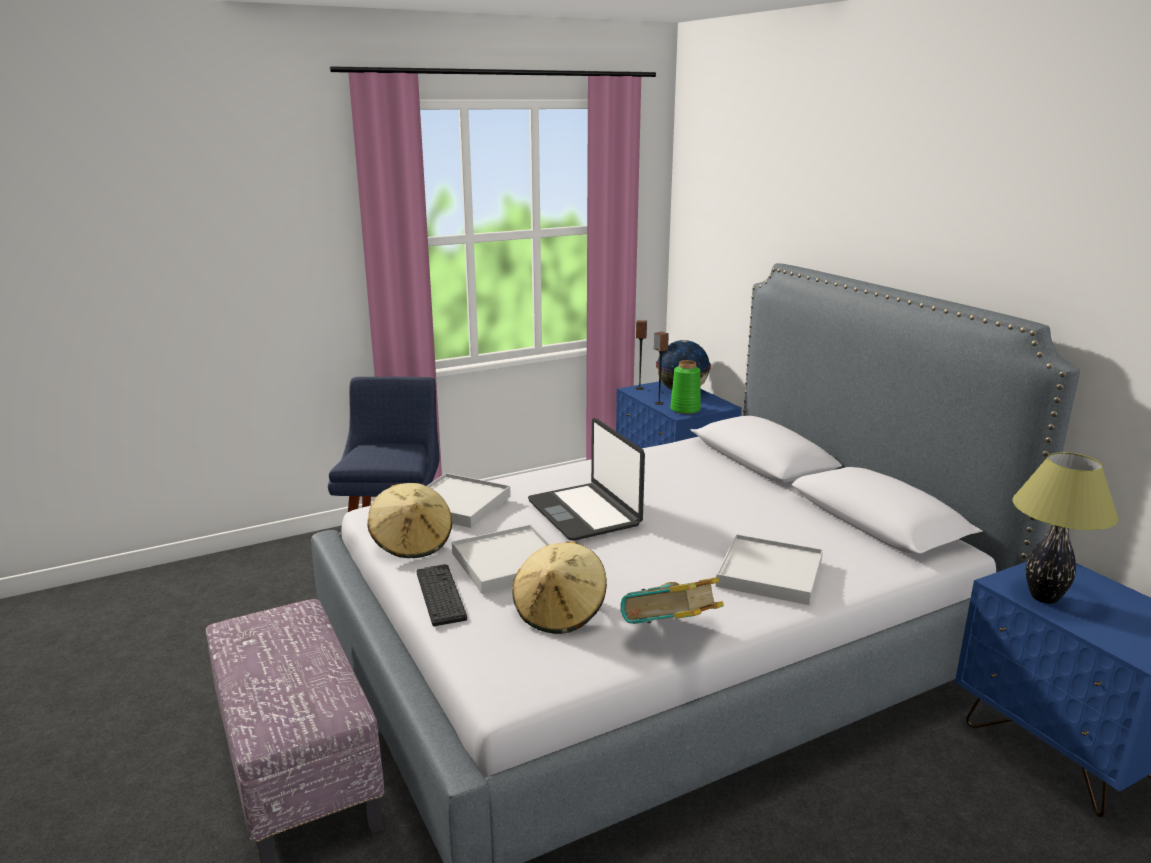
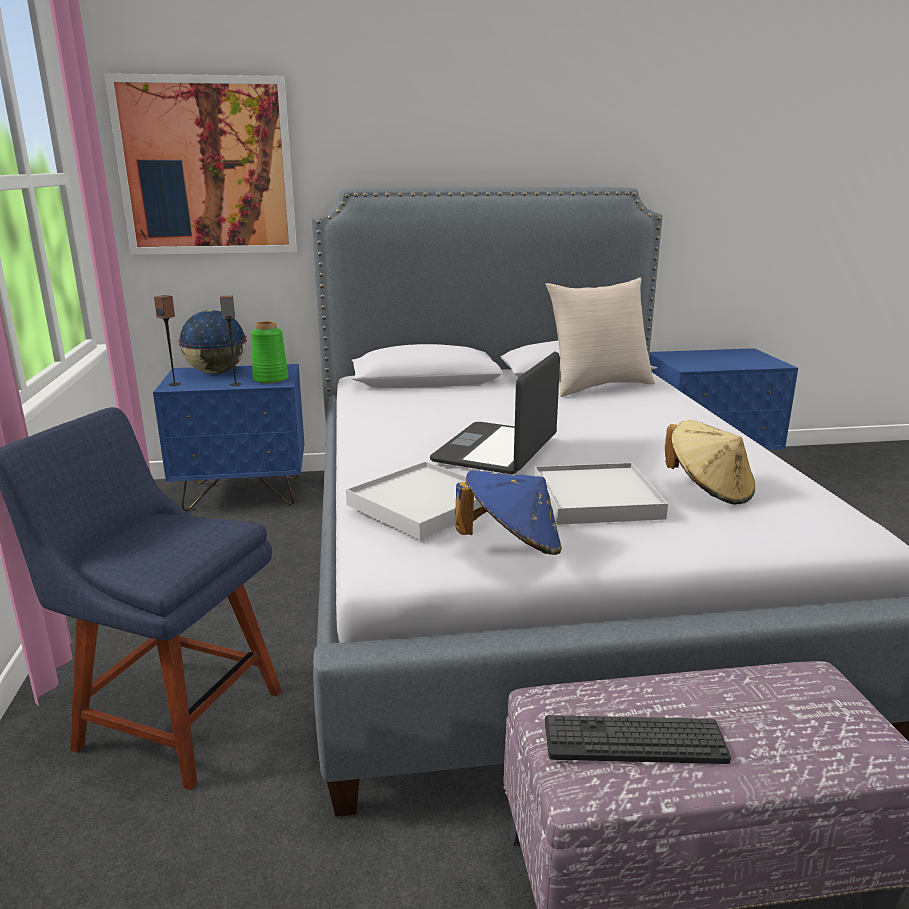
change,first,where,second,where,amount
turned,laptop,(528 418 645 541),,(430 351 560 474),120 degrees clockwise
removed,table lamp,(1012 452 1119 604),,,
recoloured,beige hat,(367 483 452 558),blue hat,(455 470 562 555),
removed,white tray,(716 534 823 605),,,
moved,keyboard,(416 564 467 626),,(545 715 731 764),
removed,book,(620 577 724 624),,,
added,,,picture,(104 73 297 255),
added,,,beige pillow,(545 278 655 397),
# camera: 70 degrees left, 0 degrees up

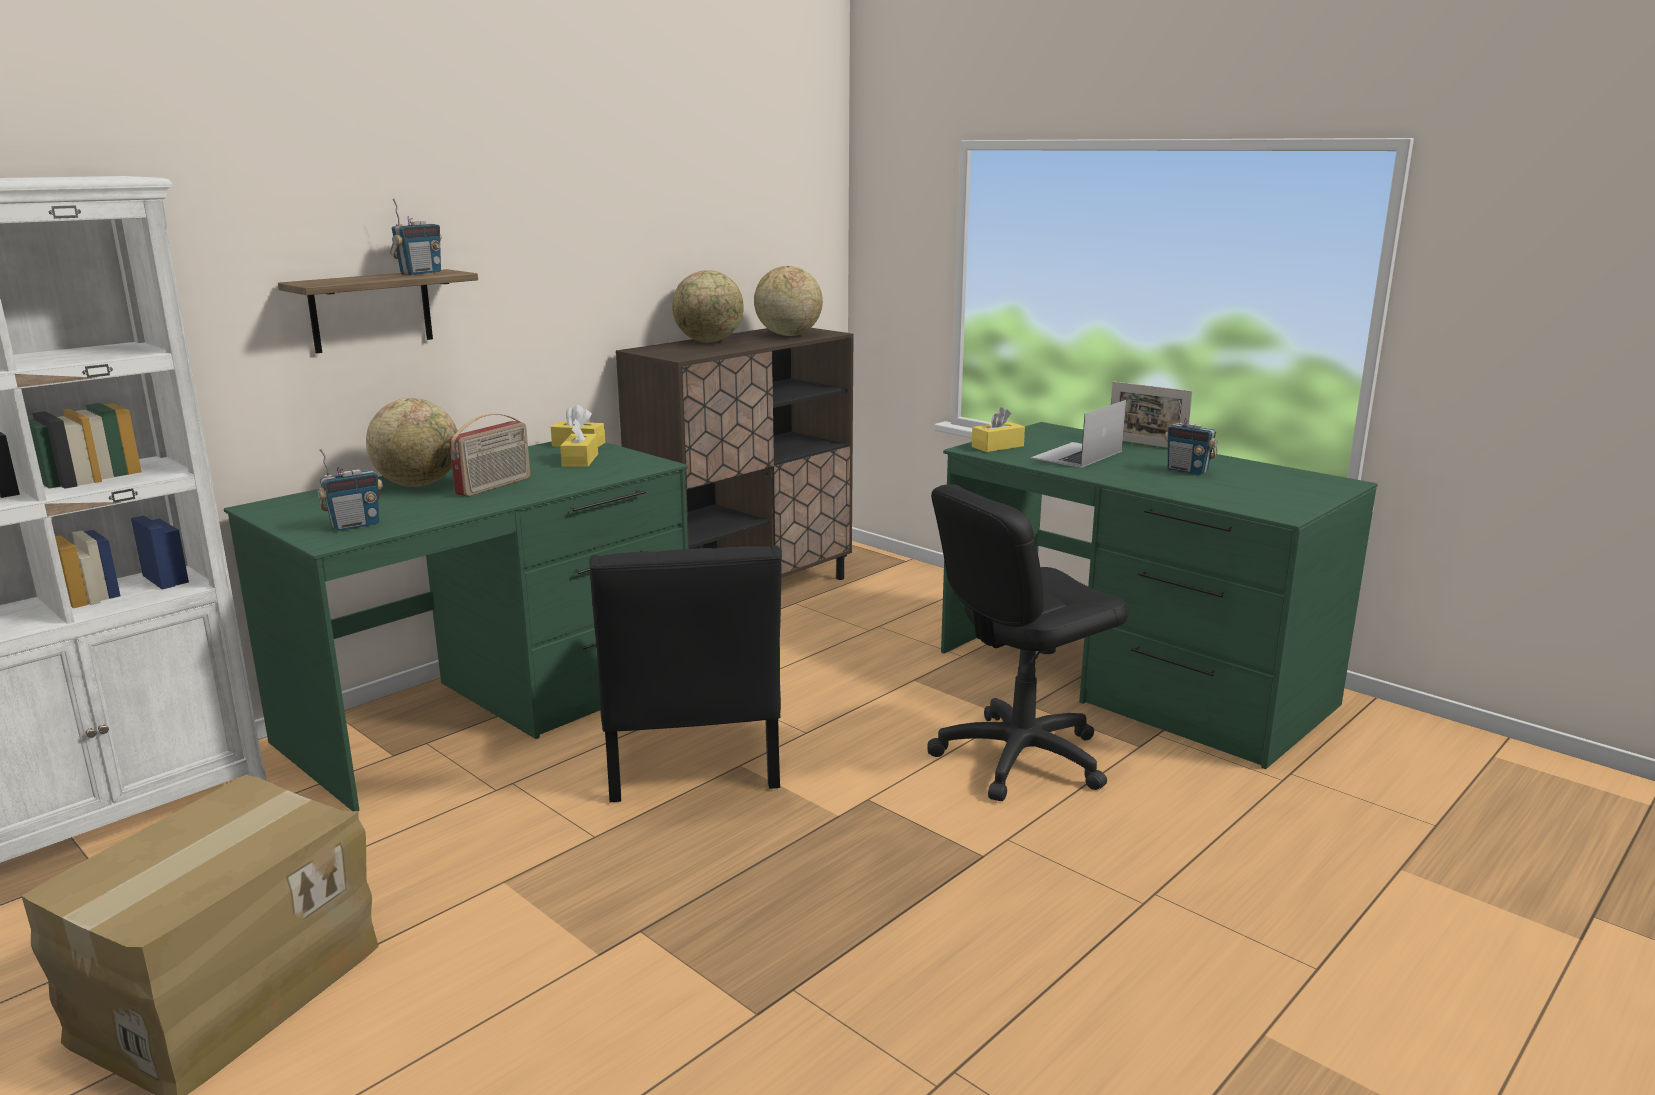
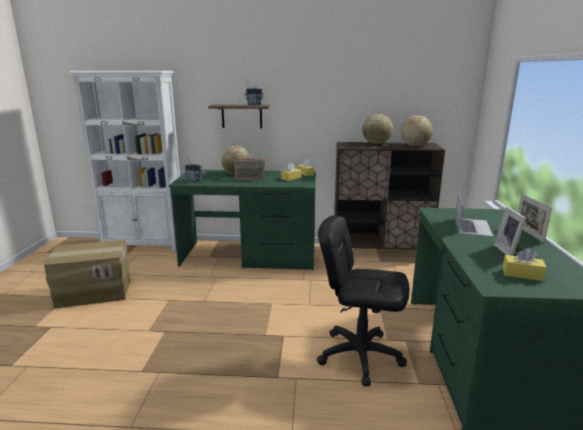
change,first,where,second,where,amount
turned,laptop,(1031 400 1126 468),,(455 192 493 237),105 degrees clockwise
replaced,radio,(1165 400 1218 475),picture frame,(494 207 526 256),
moved,yellow tissue box,(972 407 1025 452),,(503 248 547 281),
removed,black chair,(589 545 782 802),,,
# camera: 50 degrees right, 0 degrees up

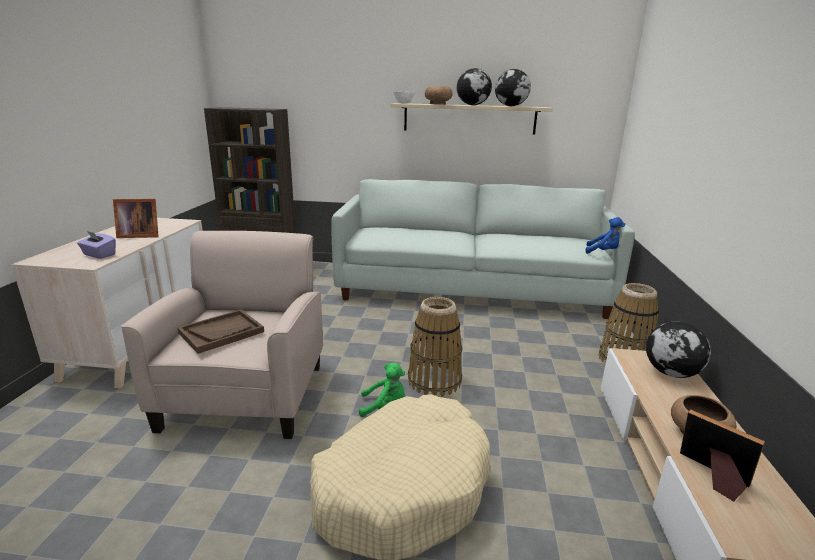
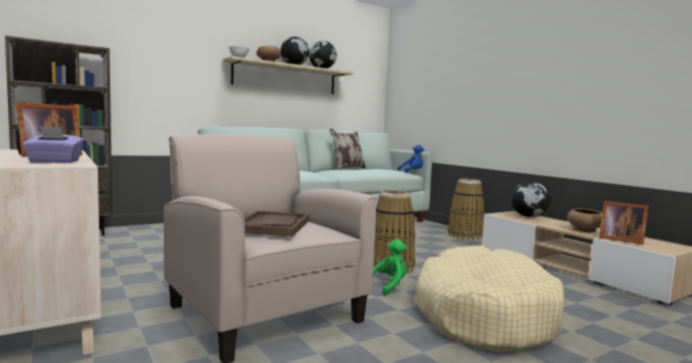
change,first,where,second,where,amount
turned,picture frame,(680 409 765 502),,(599 201 649 244),150 degrees counterclockwise
added,,,pillow,(330 129 366 170),
# camera: 40 degrees left, 15 degrees down

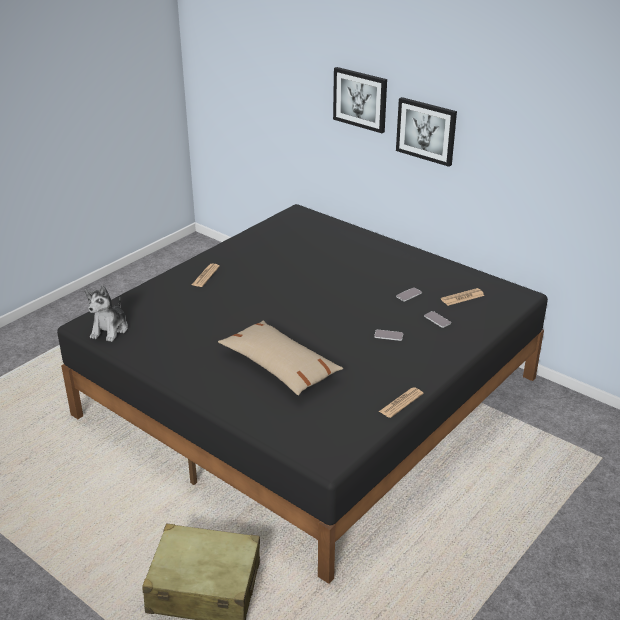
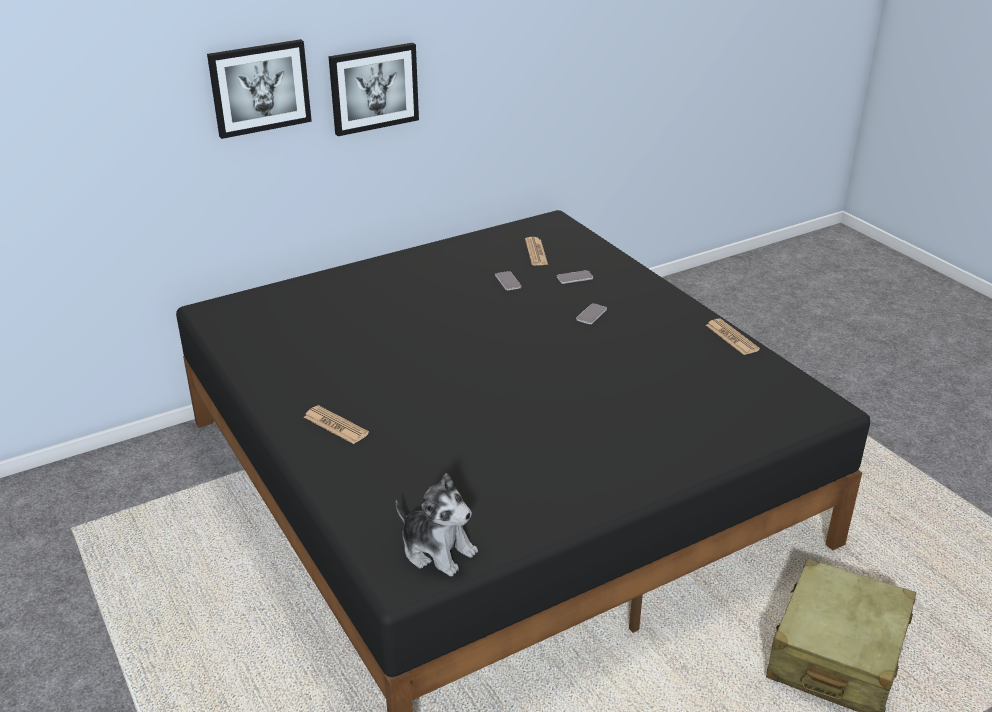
change,first,where,second,where,amount
removed,beige pillow,(218 320 343 396),,,
# camera: 70 degrees left, 0 degrees up

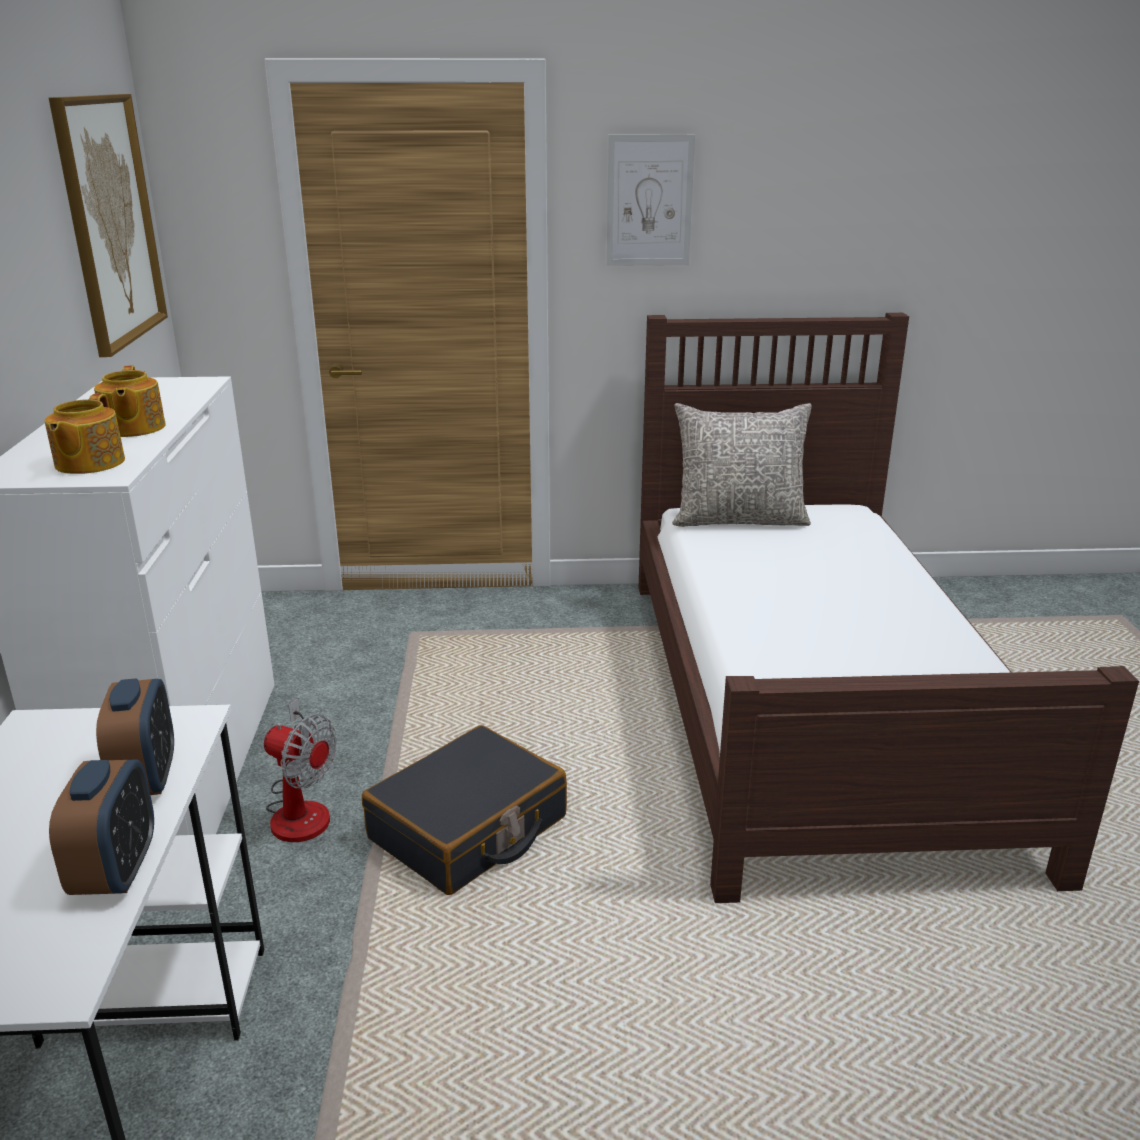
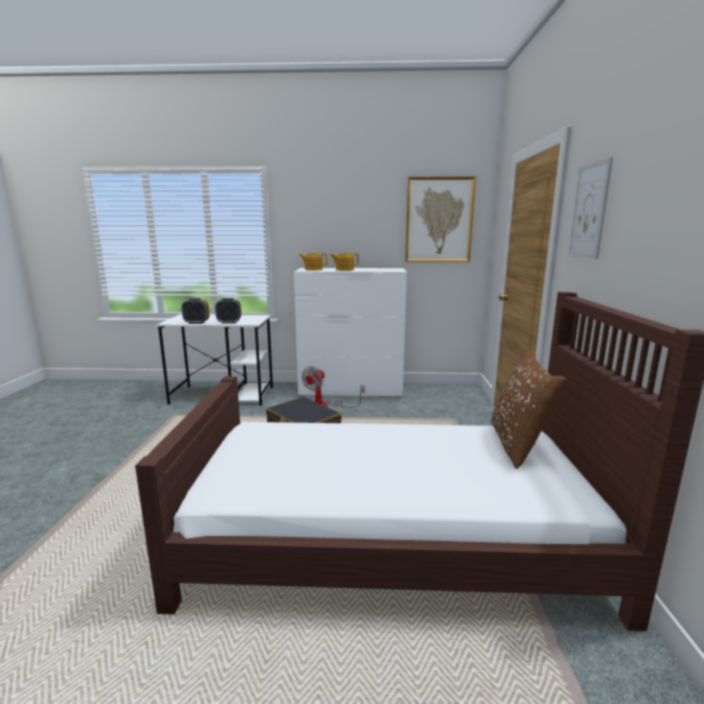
change,first,where,second,where,amount
recoloured,grey pillow,(672 403 812 527),brown pillow,(491 348 566 469),
# camera: 95 degrees right, 10 degrees down

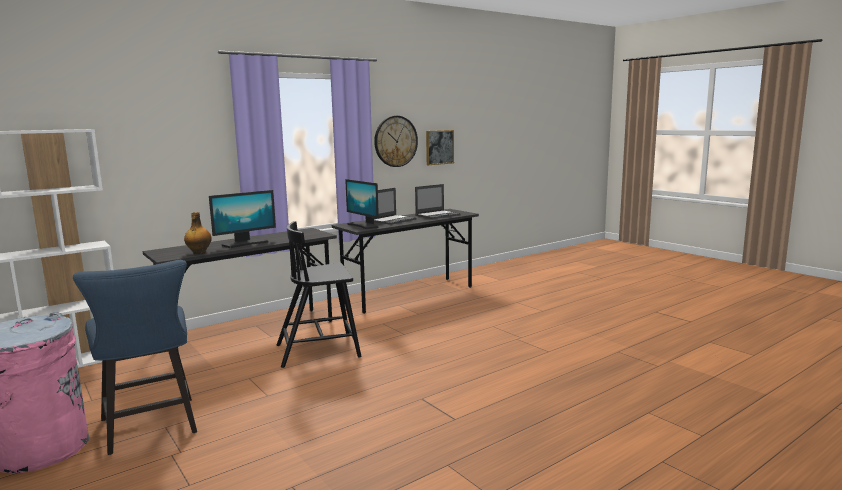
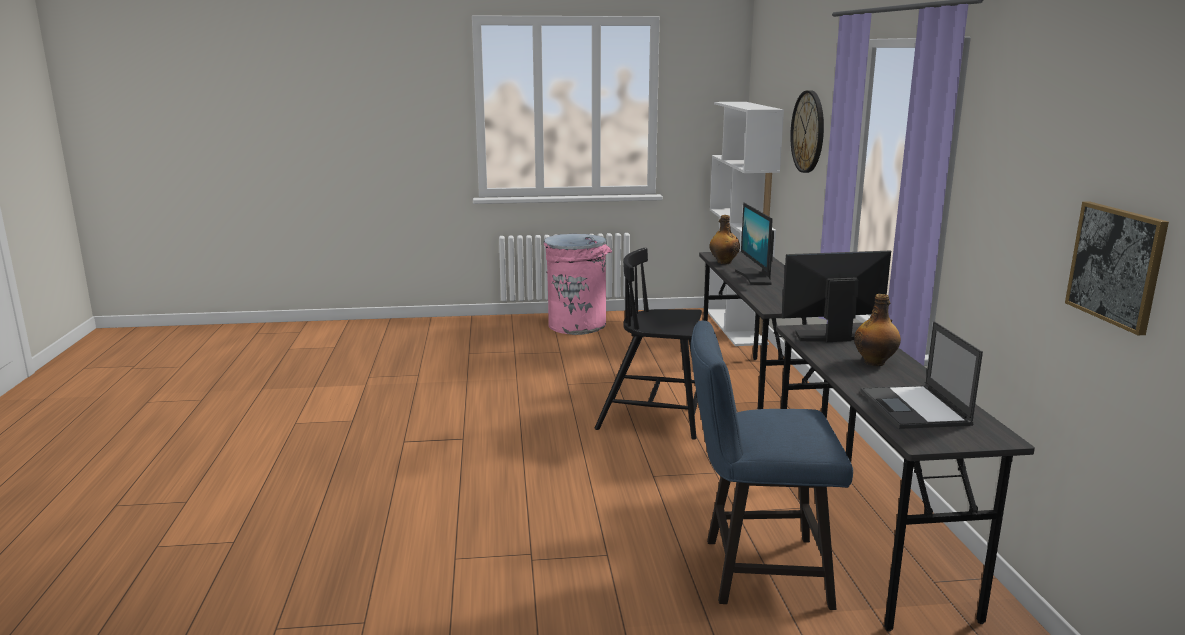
change,first,where,second,where,amount
moved,wall clock,(374 116 418 167),,(790 90 824 173),
replaced,laptop,(374 188 417 225),bottle,(854 294 901 366),
turned,black chair,(276 221 361 368),,(595 248 702 440),90 degrees counterclockwise
moved,blue chair,(73 260 197 455),,(691 321 853 610),
# camera: 120 degrees right, 5 degrees up

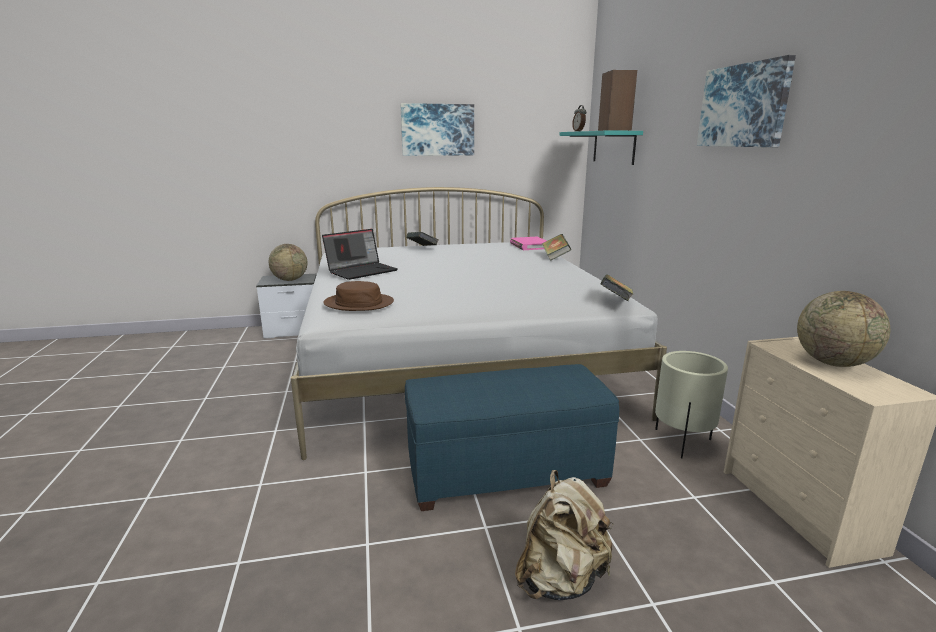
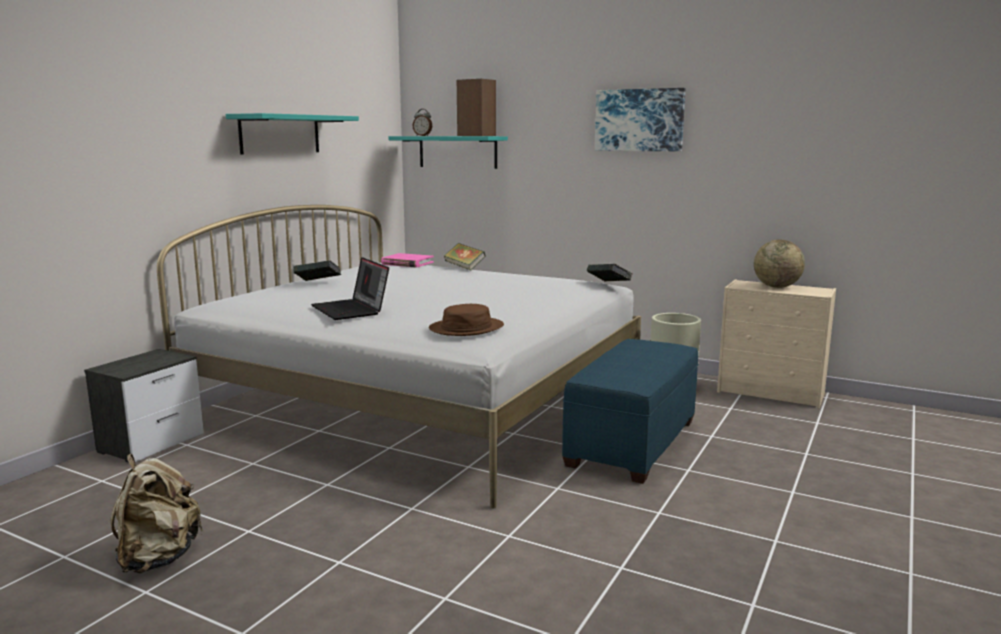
change,first,where,second,where,amount
replaced,picture,(400 103 474 156),turquoise shelf,(226 113 359 154),
turned,laptop,(322 229 398 280),,(311 257 389 320),150 degrees clockwise
removed,globe,(269 244 307 281),,,
moved,beige backpack,(515 470 614 600),,(110 454 203 573),
# camera: 50 degrees left, 5 degrees down

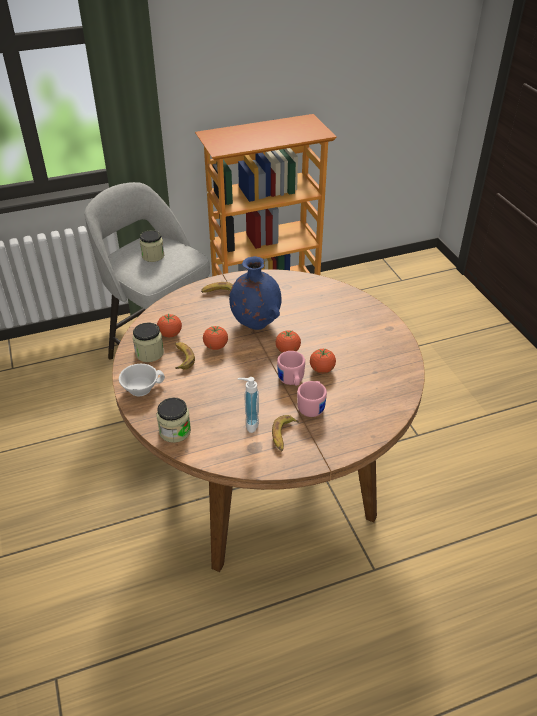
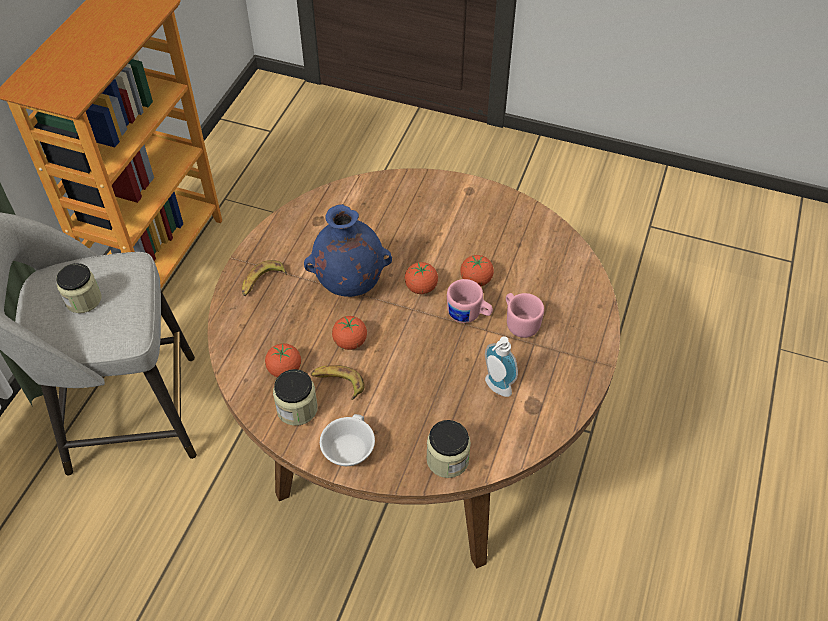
change,first,where,second,where,amount
removed,banana,(272 415 299 451),,,
# camera: 50 degrees left, 10 degrees up

